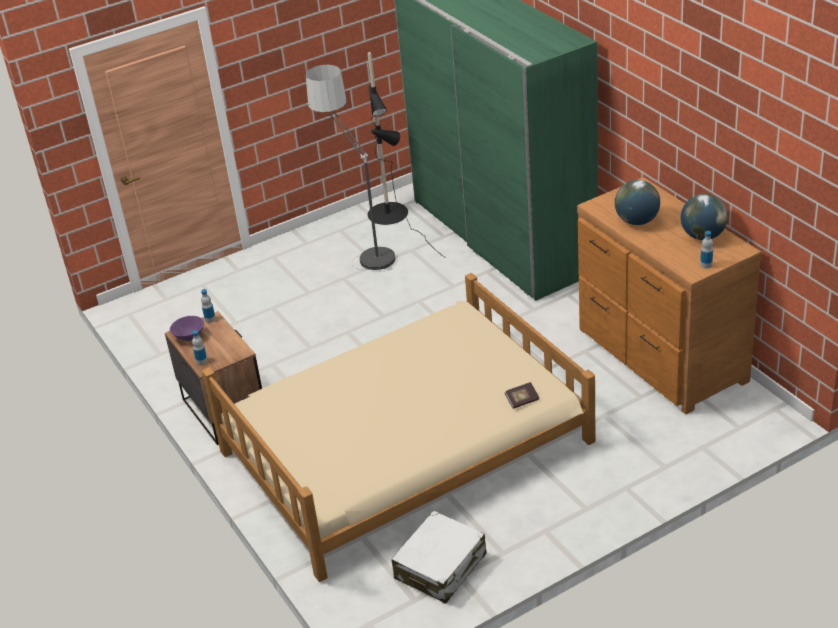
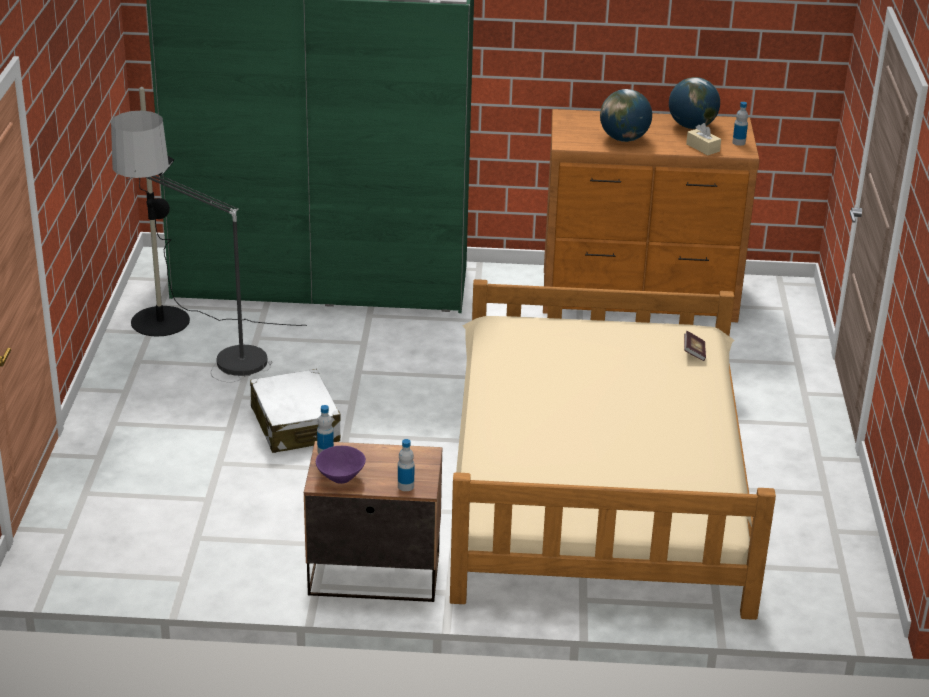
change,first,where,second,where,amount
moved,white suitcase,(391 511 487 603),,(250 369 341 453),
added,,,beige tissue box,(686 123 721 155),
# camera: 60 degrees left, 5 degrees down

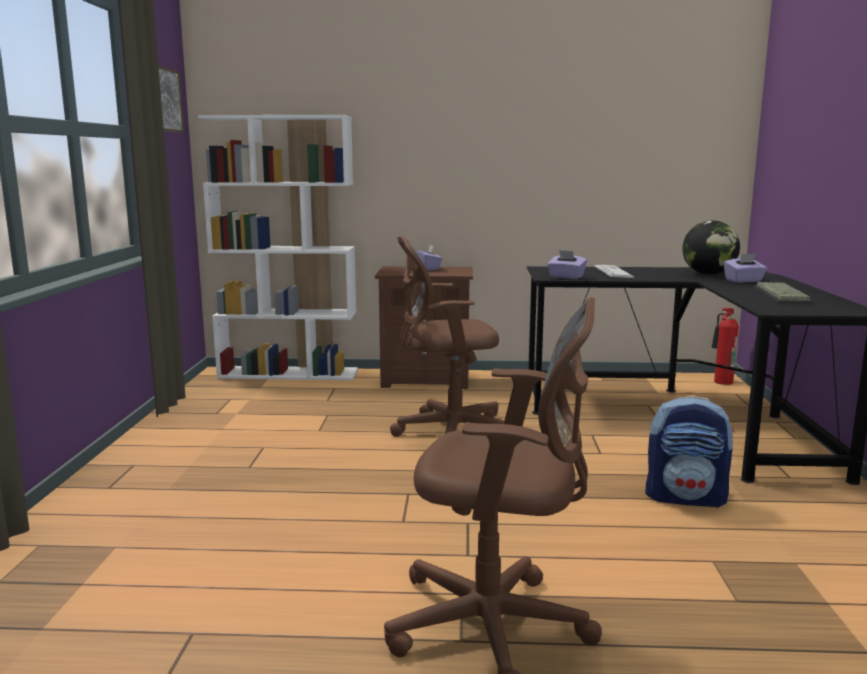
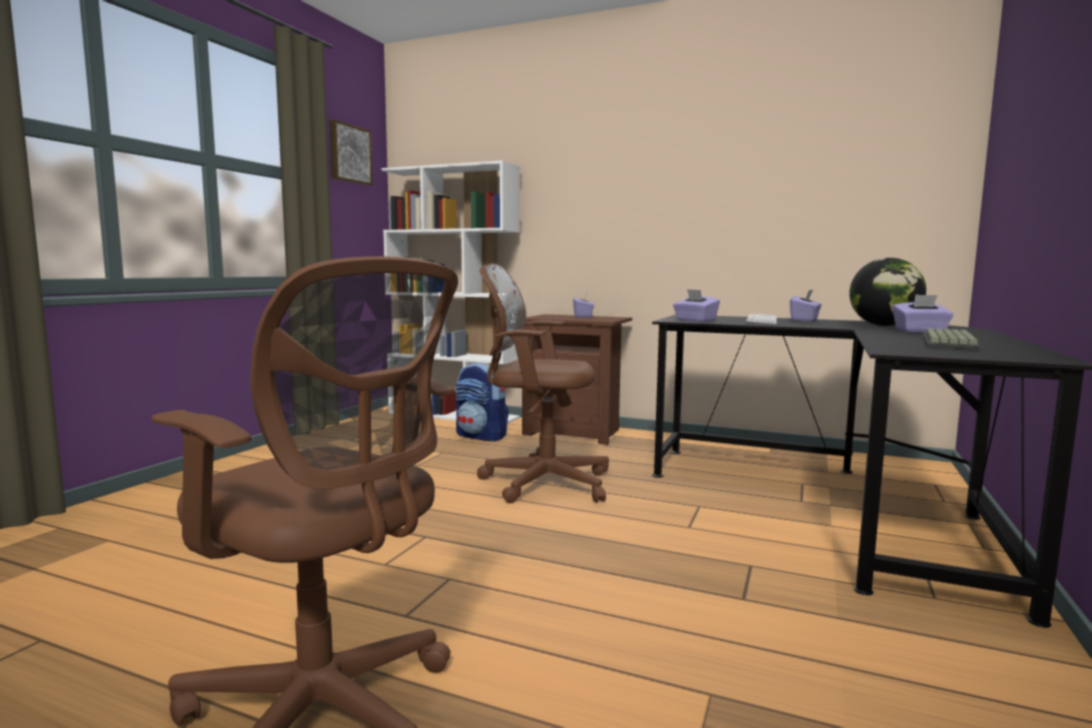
change,first,where,second,where,amount
removed,fire extinguisher,(711 308 739 385),,,
moved,backpack,(645 396 735 508),,(456 363 509 442),
added,,,purple tissue box,(790 290 822 321),
# camera: 20 degrees right, 5 degrees down

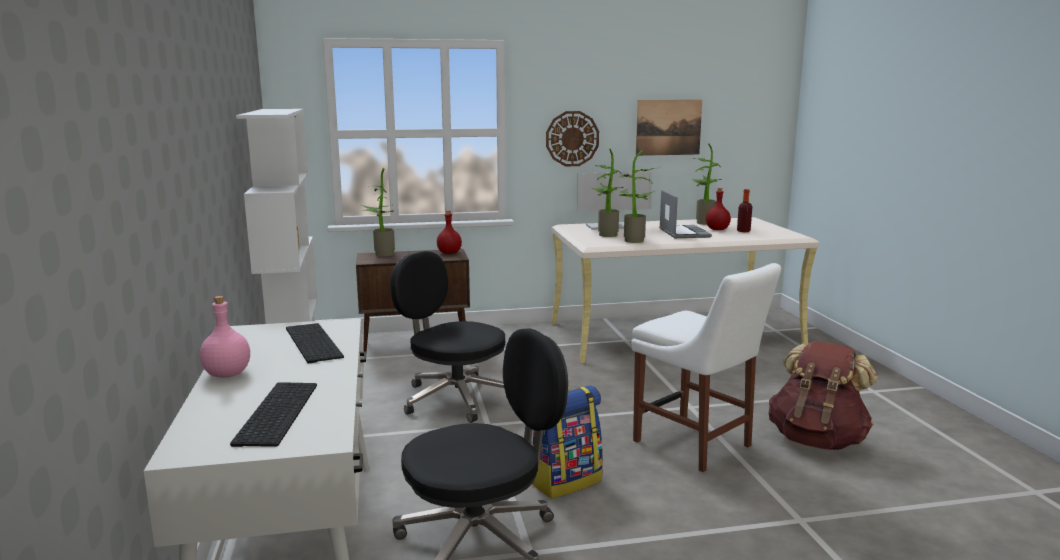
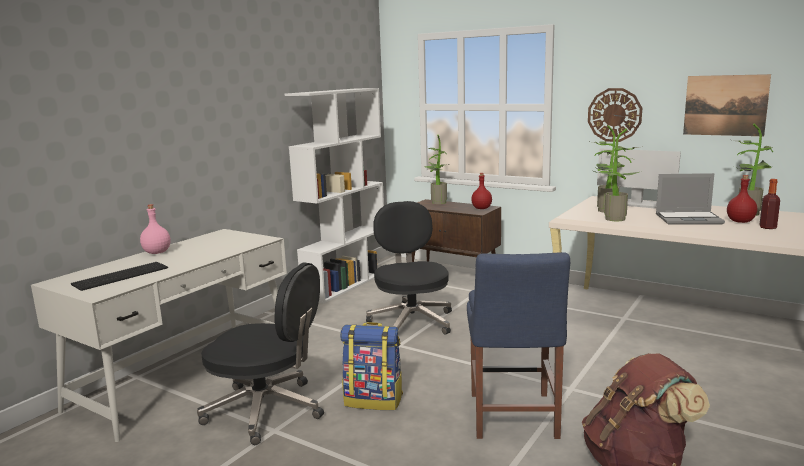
change,first,where,second,where,amount
turned,laptop,(659 190 712 238),,(656 173 725 225),60 degrees clockwise
recoloured,white chair,(632 263 781 472),blue chair,(467 252 570 439),
removed,keyboard,(286 323 344 363),,,
# camera: 45 degrees right, 0 degrees up

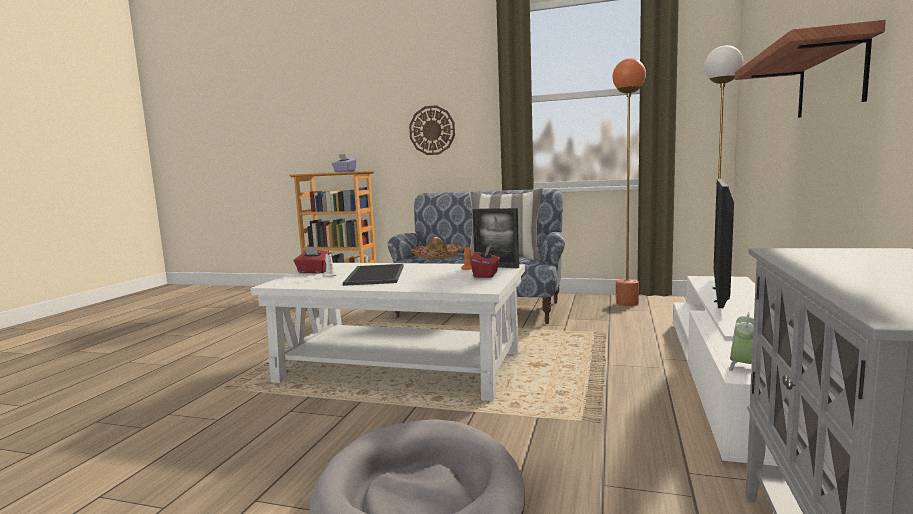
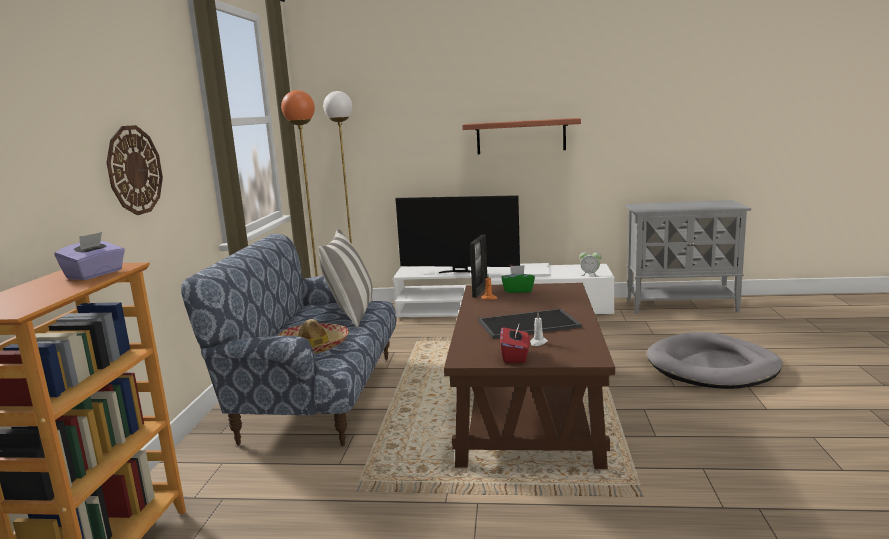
change,first,where,second,where,amount
recoloured,red tissue box,(470 245 500 278),green tissue box,(501 265 535 293),
recoloured,white coffee table,(250 263 525 401),brown coffee table,(444 283 615 469),
# camera: 100 degrees left, 5 degrees up

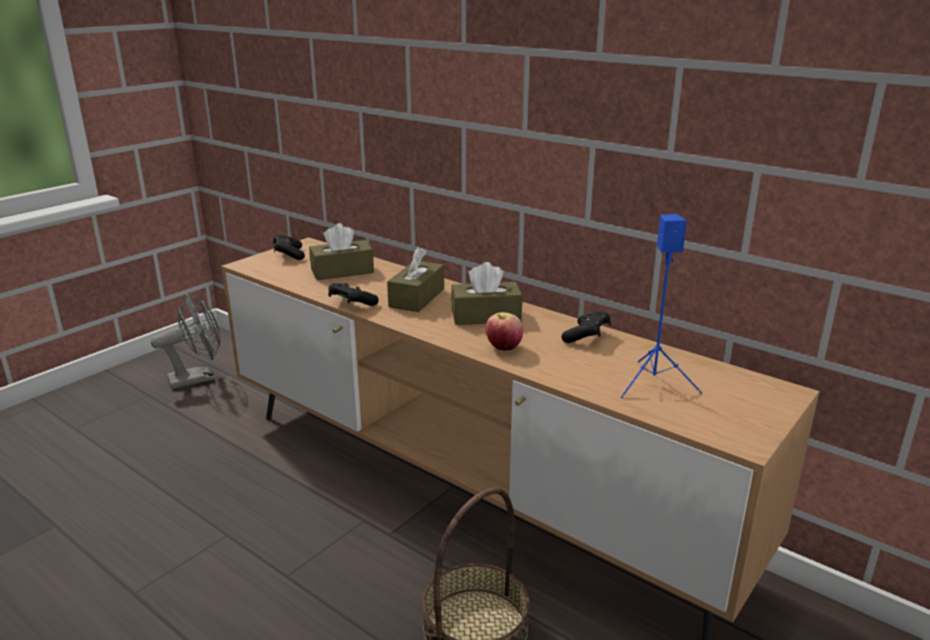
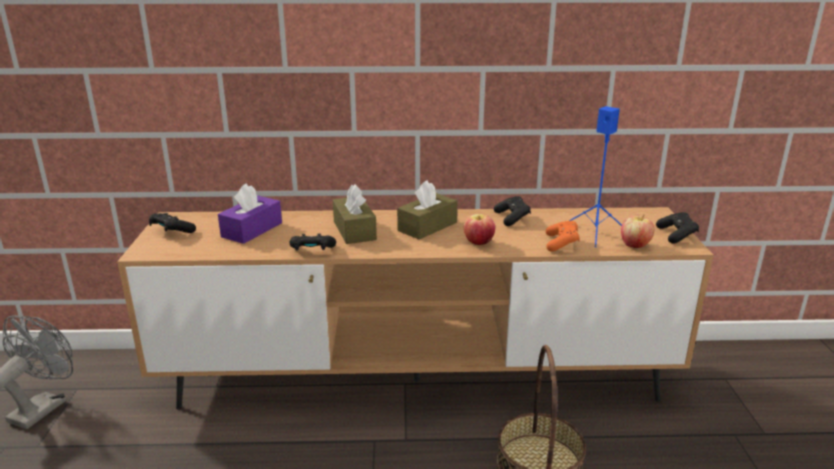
change,first,where,second,where,amount
recoloured,brown tissue box,(309 223 374 280),purple tissue box,(218 183 282 244),
added,,,black game controller,(656 212 699 244),
added,,,apple,(621 214 654 248),
added,,,orange game controller,(545 221 580 252),
# camera: 40 degrees left, 0 degrees up

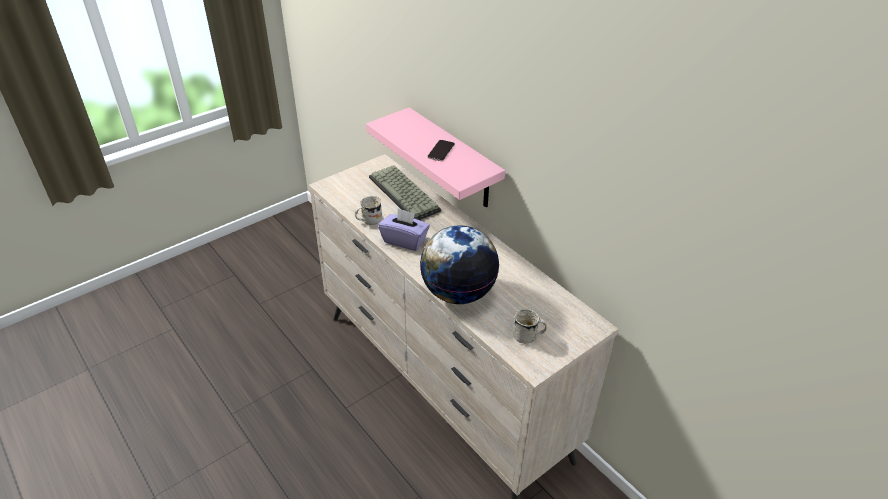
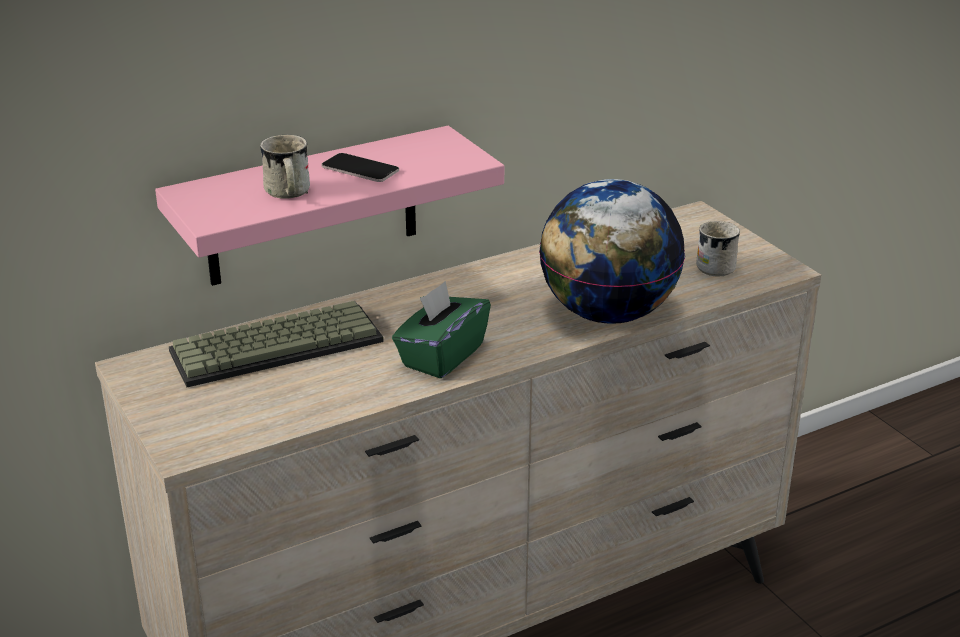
change,first,where,second,where,amount
moved,white mug,(355 196 382 226),,(260 135 310 199),
recoloured,purple tissue box,(378 208 430 251),green tissue box,(392 281 491 378),
# camera: 80 degrees left, 10 degrees down

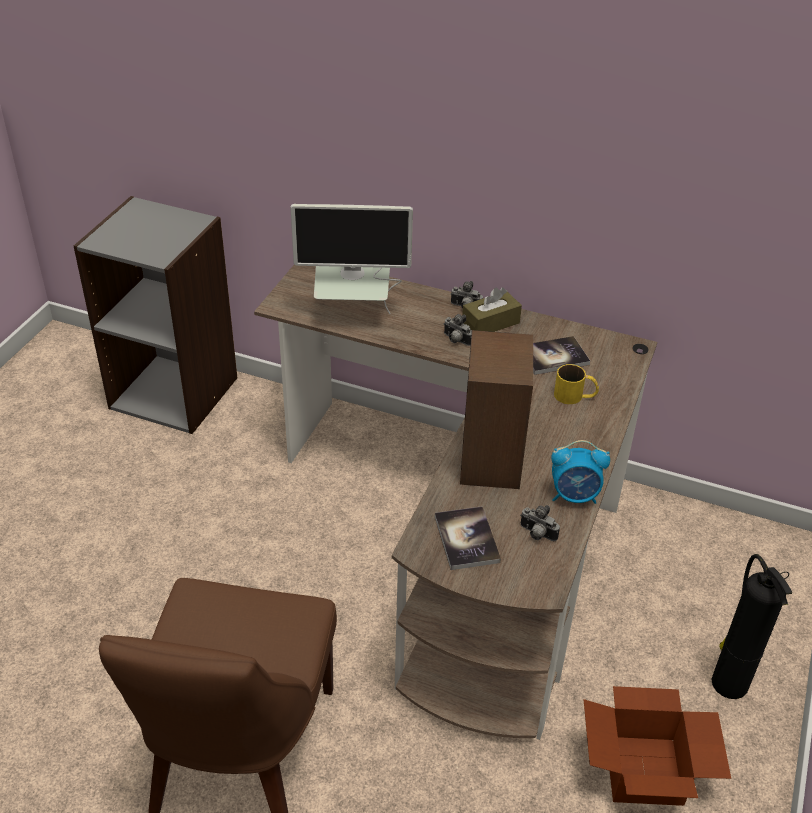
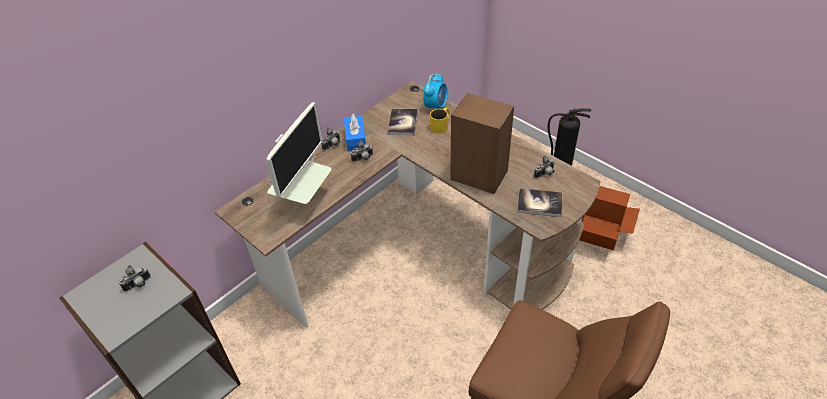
change,first,where,second,where,amount
recoloured,brown tissue box,(462 287 522 332),blue tissue box,(344 113 366 151),
moved,alarm clock,(551 440 610 504),,(423 73 448 109),
added,,,photo camera,(119 265 151 292),
# camera: 65 degrees left, 5 degrees up

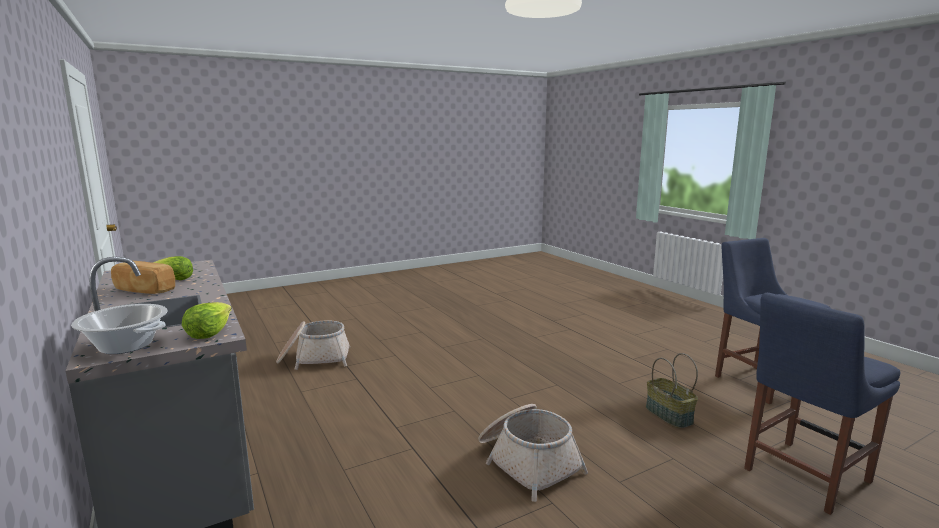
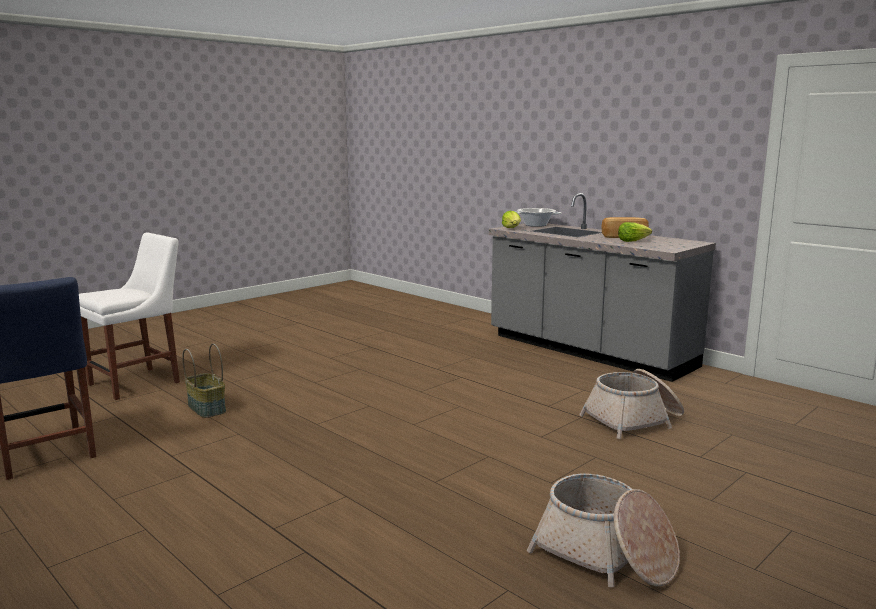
change,first,where,second,where,amount
recoloured,blue chair,(744 293 900 515),white chair,(79 232 180 400),
moved,basket,(478 404 588 502),,(527 473 680 587),
# camera: 165 degrees right, 0 degrees up

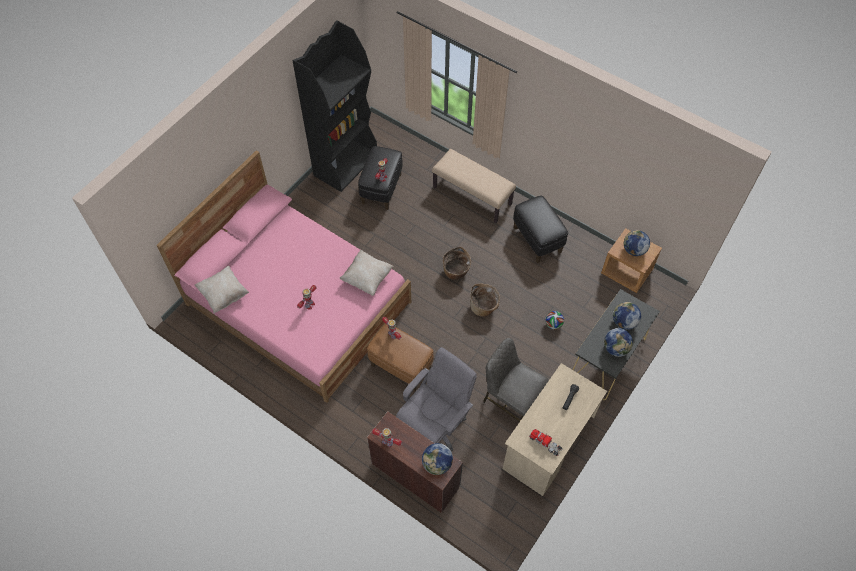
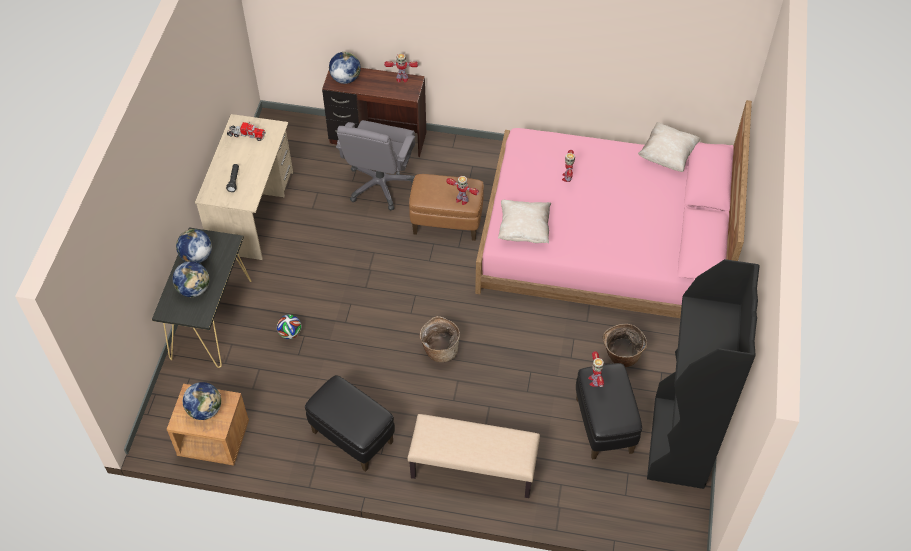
change,first,where,second,where,amount
moved,basket,(470 284 500 317),,(603 324 647 367),
removed,grey chair,(483 338 549 422),,,
# camera: 155 degrees right, 5 degrees down

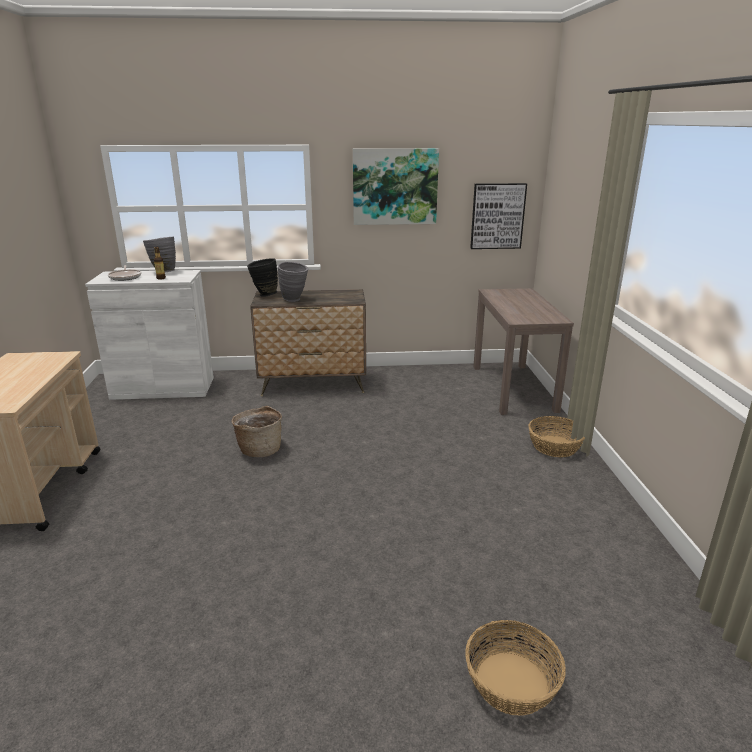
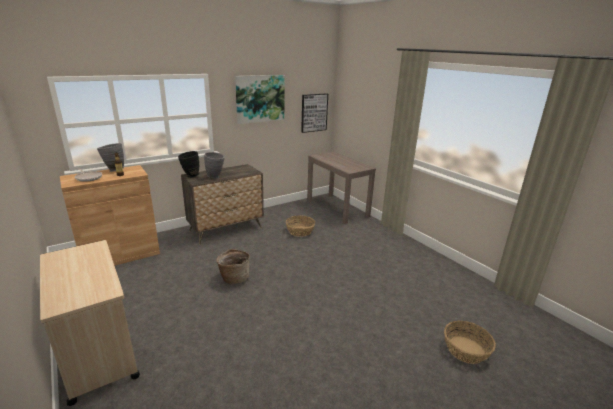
change,first,where,second,where,amount
recoloured,white cabinet,(85 270 214 400),brown cabinet,(60 165 160 266),
moved,basket,(528 416 585 457),,(286 215 315 237),
# camera: 30 degrees left, 0 degrees up

